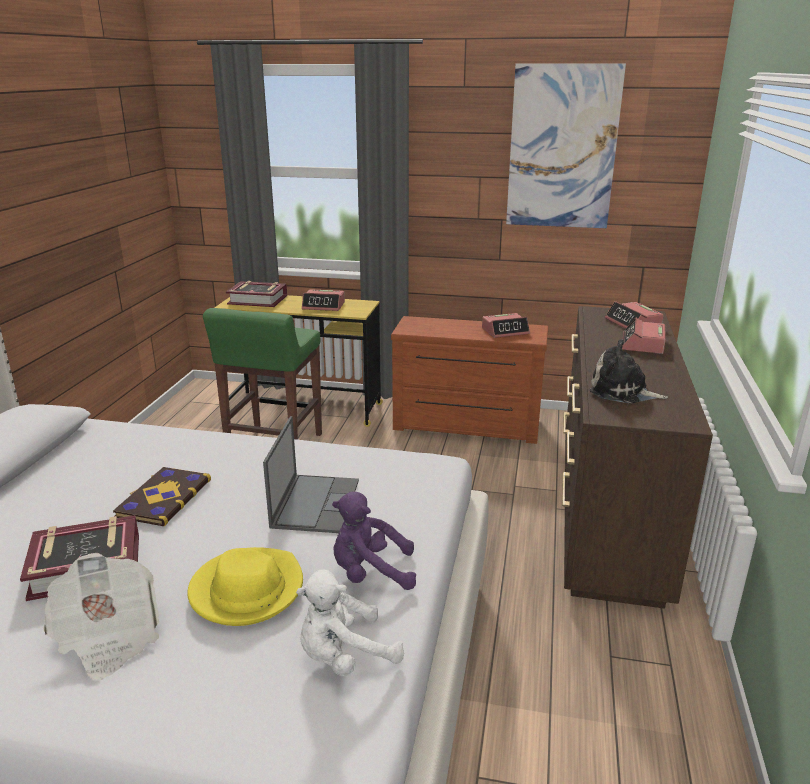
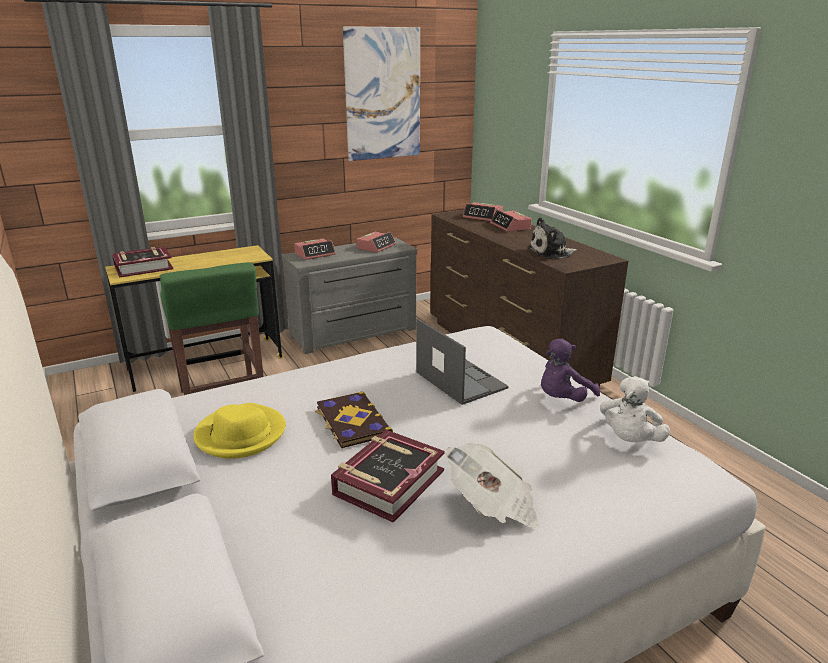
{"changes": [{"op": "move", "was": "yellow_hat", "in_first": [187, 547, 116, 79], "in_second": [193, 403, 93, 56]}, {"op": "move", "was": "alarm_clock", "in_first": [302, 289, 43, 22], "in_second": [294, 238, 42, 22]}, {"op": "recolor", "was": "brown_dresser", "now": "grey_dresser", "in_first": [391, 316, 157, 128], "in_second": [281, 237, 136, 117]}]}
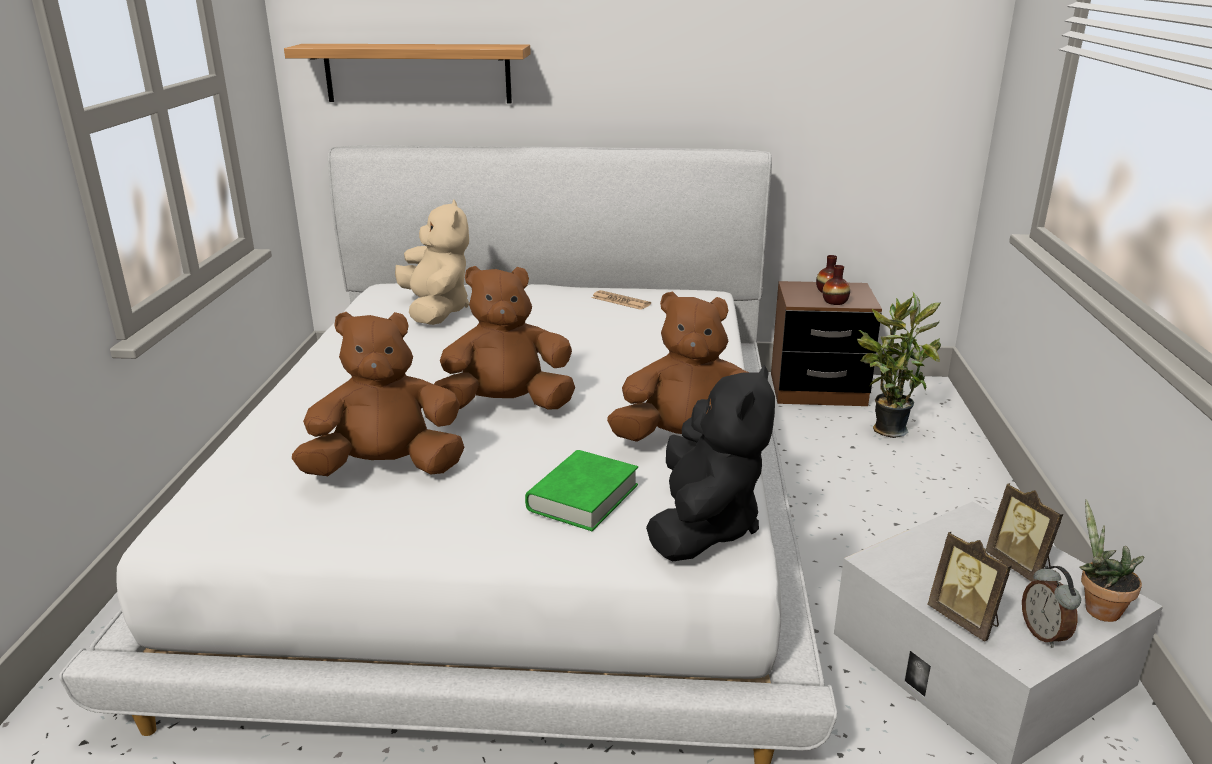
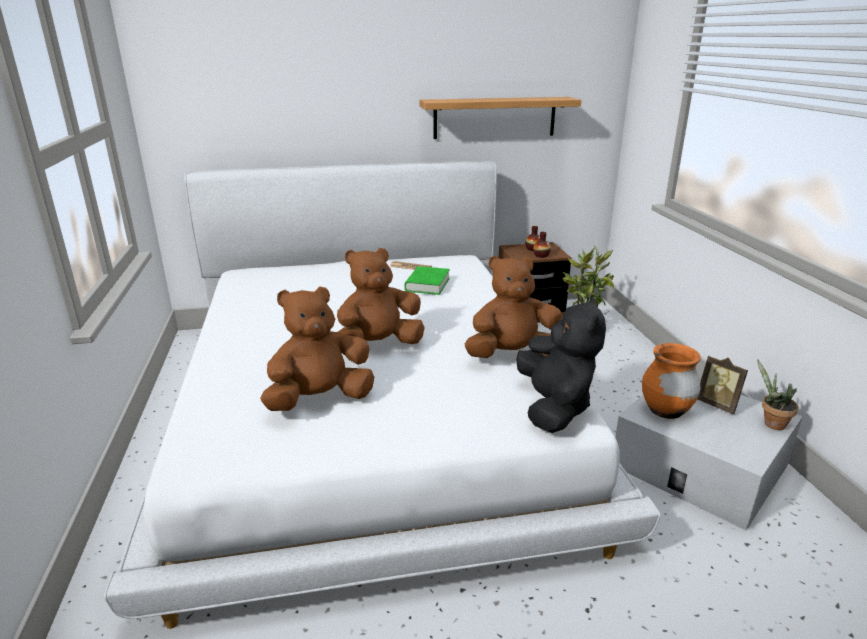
{"changes": [{"op": "move", "was": "shelf", "in_first": [284, 44, 247, 60], "in_second": [419, 97, 162, 42]}, {"op": "delete", "was": "beige_plush_toy", "in_first": [395, 199, 74, 126]}, {"op": "move", "was": "green_book", "in_first": [525, 450, 113, 81], "in_second": [404, 266, 46, 29]}, {"op": "delete", "was": "picture_frame", "in_first": [928, 532, 83, 109]}, {"op": "delete", "was": "alarm_clock", "in_first": [1022, 566, 59, 82]}, {"op": "insert", "now": "orange_vase", "in_second": [642, 343, 59, 76]}]}
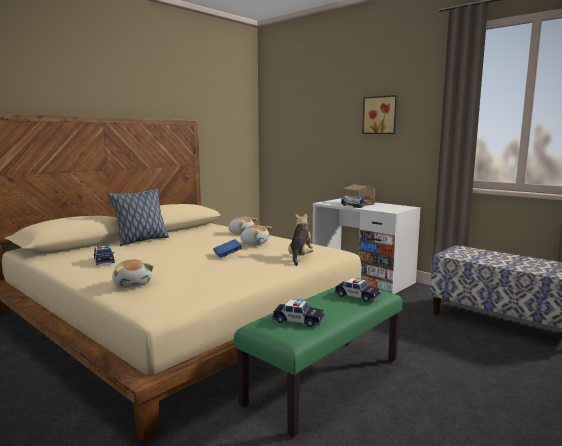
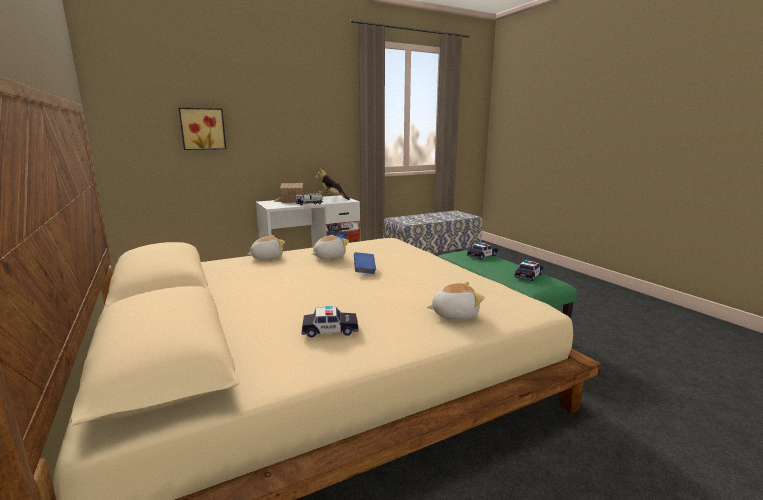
{"changes": [{"op": "delete", "was": "pillow", "in_first": [107, 188, 62, 58]}, {"op": "move", "was": "plush_toy", "in_first": [288, 213, 25, 53], "in_second": [315, 169, 35, 31]}, {"op": "move", "was": "picture", "in_first": [362, 95, 35, 39], "in_second": [179, 108, 47, 42]}]}
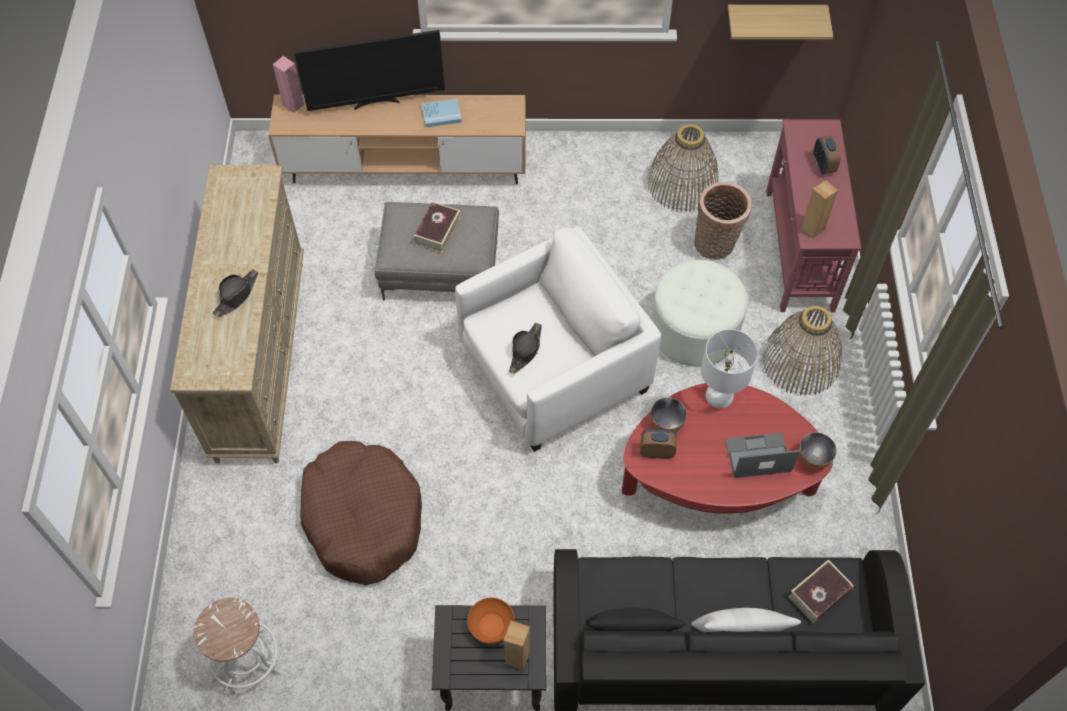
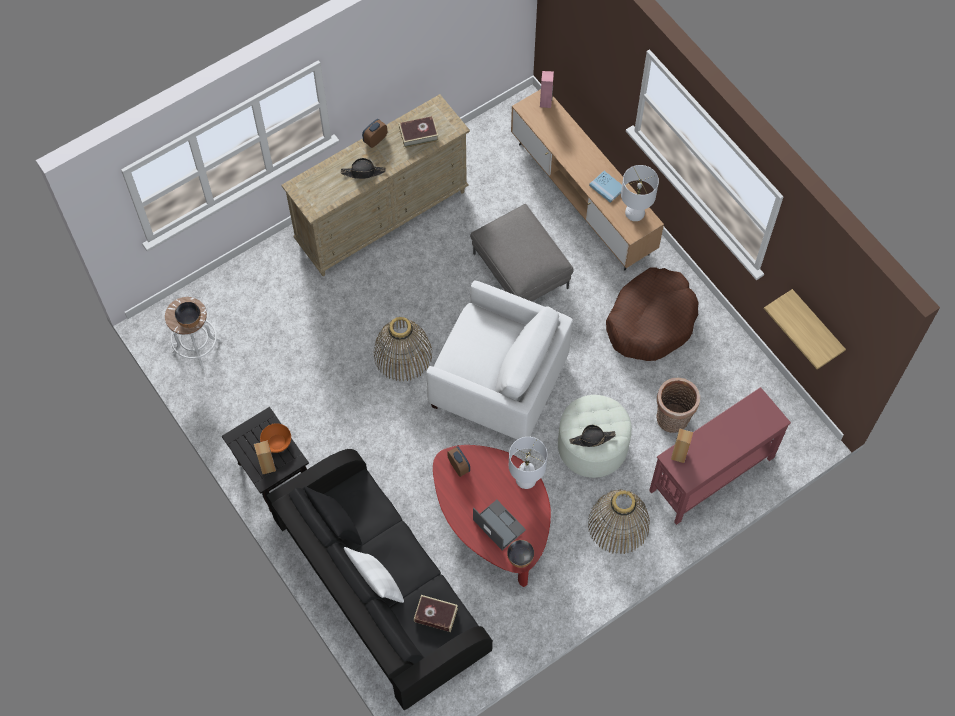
{"changes": [{"op": "delete", "was": "television", "in_first": [294, 30, 151, 81]}, {"op": "move", "was": "brown_dog_bed", "in_first": [300, 441, 122, 145], "in_second": [606, 267, 93, 94]}, {"op": "move", "was": "book", "in_first": [414, 202, 47, 51], "in_second": [399, 116, 39, 32]}, {"op": "move", "was": "black_hat", "in_first": [509, 323, 33, 50], "in_second": [570, 425, 46, 22]}, {"op": "move", "was": "basket", "in_first": [647, 124, 72, 88], "in_second": [373, 317, 59, 64]}, {"op": "move", "was": "bowl", "in_first": [651, 397, 36, 36], "in_second": [175, 302, 26, 26]}, {"op": "move", "was": "alarm_clock", "in_first": [813, 136, 28, 38], "in_second": [362, 119, 25, 29]}, {"op": "insert", "now": "white_table_lamp", "in_second": [621, 165, 38, 56]}]}
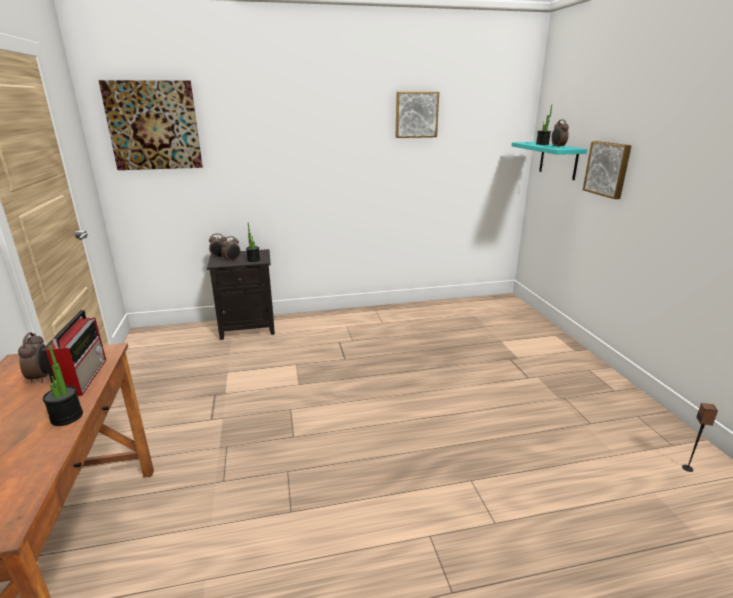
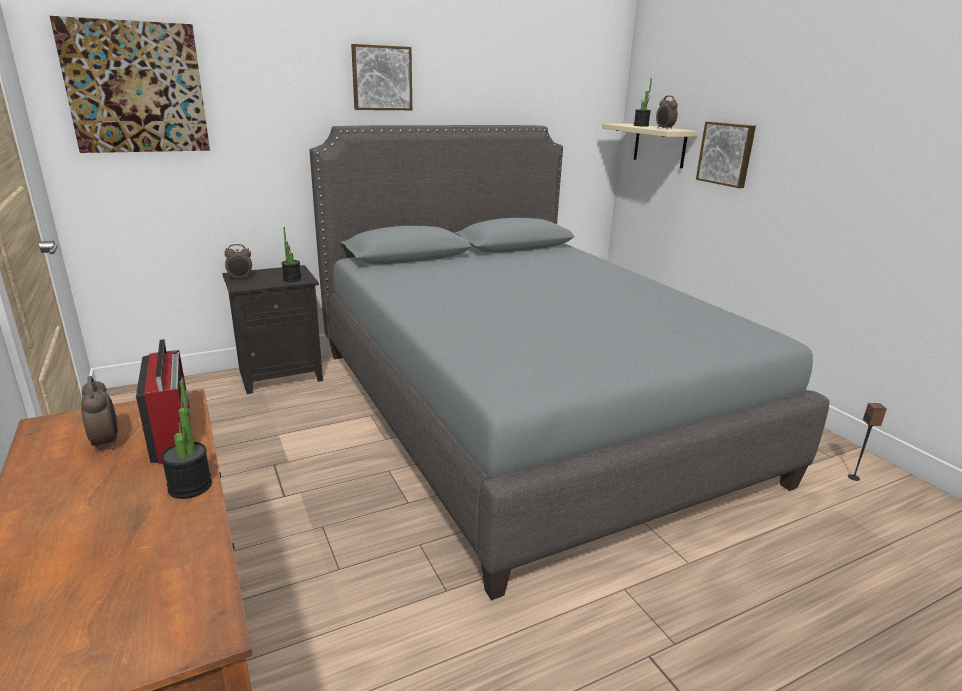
{"changes": [{"op": "delete", "was": "alarm_clock", "in_first": [221, 236, 19, 27]}, {"op": "move", "was": "picture", "in_first": [396, 92, 43, 46], "in_second": [351, 44, 61, 66]}, {"op": "recolor", "was": "turquoise_shelf", "now": "beige_shelf", "in_first": [512, 142, 75, 38], "in_second": [602, 124, 97, 44]}, {"op": "insert", "now": "grey_bed", "in_second": [309, 125, 521, 475]}]}
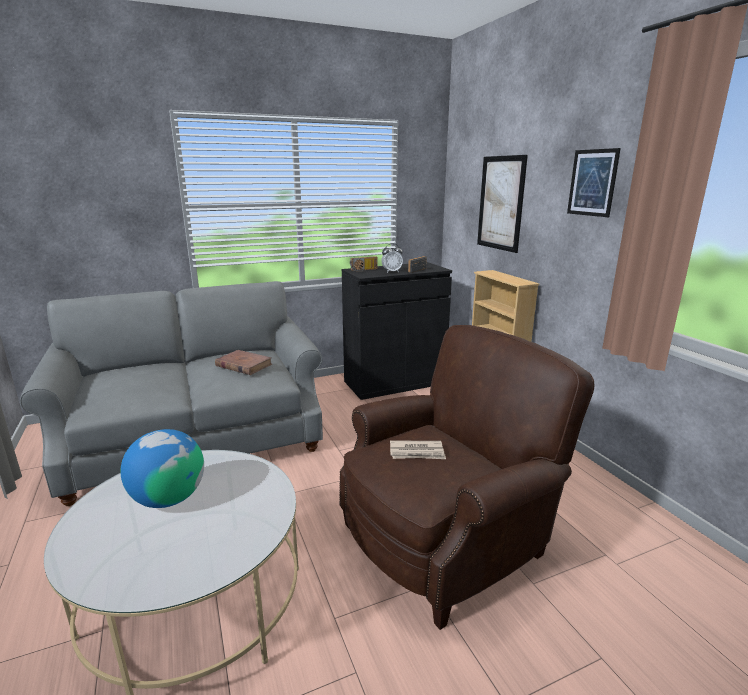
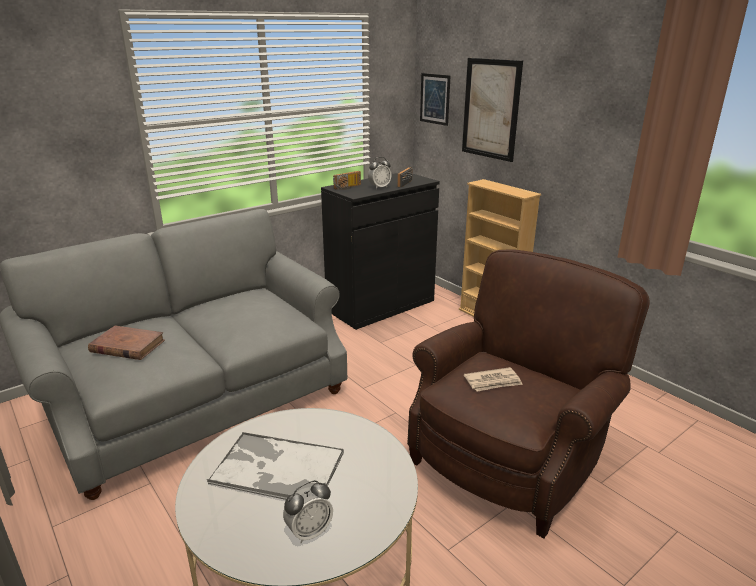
{"changes": [{"op": "replace", "was": "globe", "now": "tray", "in_first": [121, 429, 83, 79], "in_second": [207, 432, 137, 68]}, {"op": "move", "was": "brown_book", "in_first": [215, 350, 57, 25], "in_second": [88, 325, 77, 35]}, {"op": "move", "was": "picture", "in_first": [567, 148, 54, 69], "in_second": [420, 73, 30, 53]}, {"op": "insert", "now": "alarm_clock", "in_second": [283, 480, 50, 64]}]}
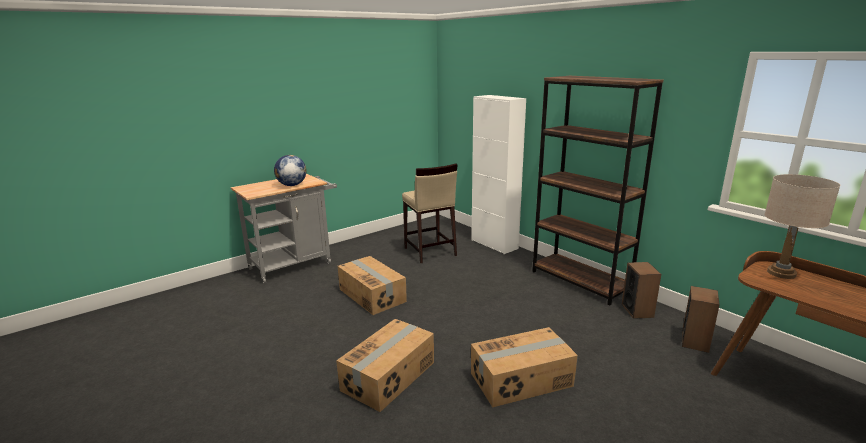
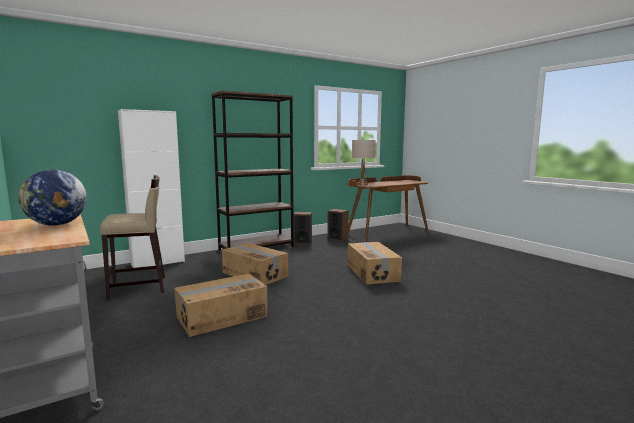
{"changes": [{"op": "move", "was": "cardboard_box", "in_first": [336, 319, 98, 93], "in_second": [222, 243, 66, 42]}]}
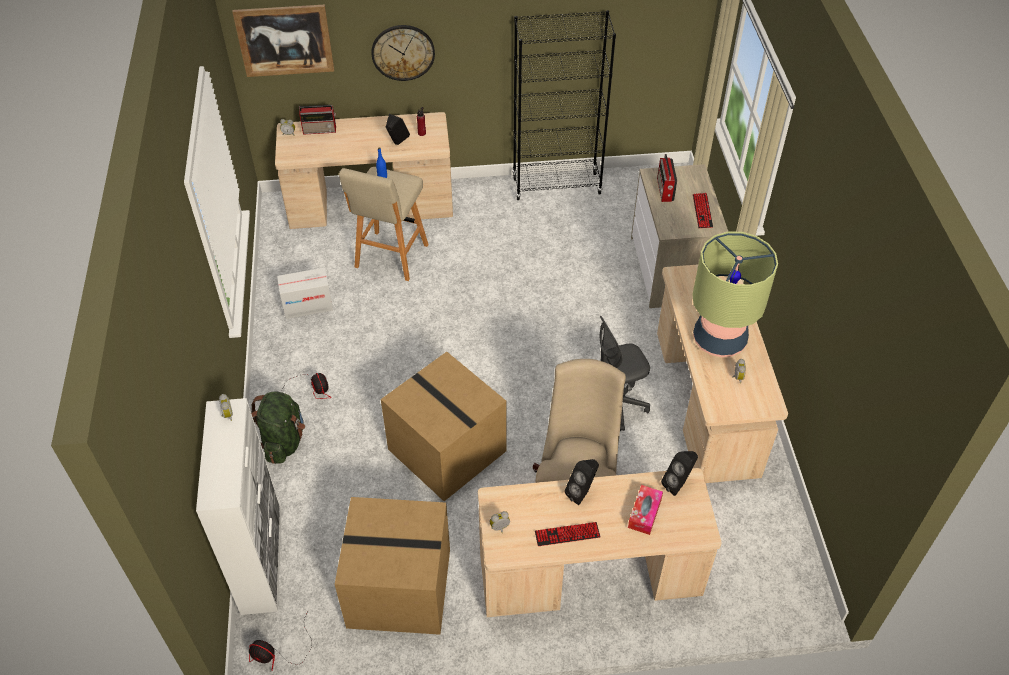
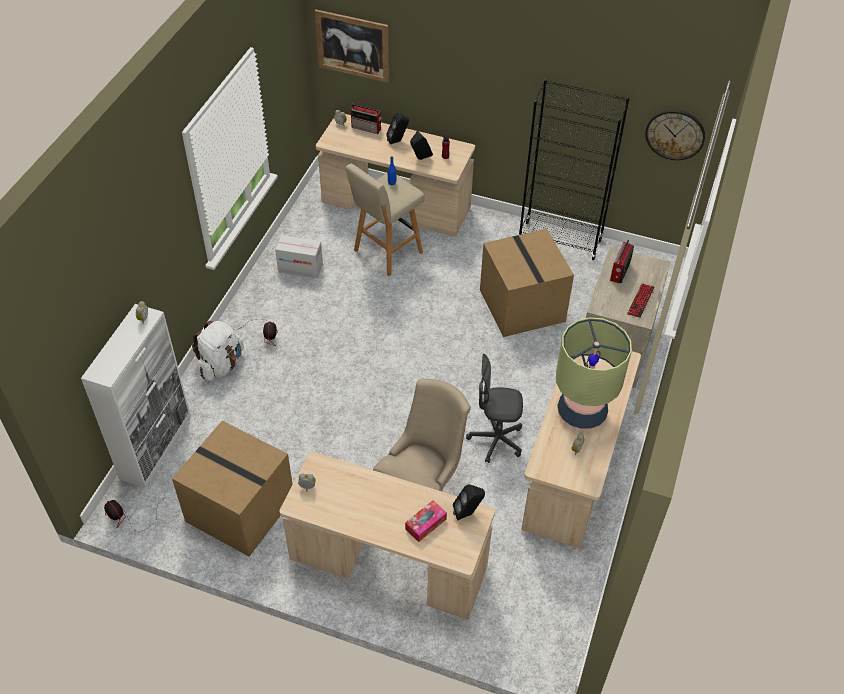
{"changes": [{"op": "recolor", "was": "green_backpack", "now": "white_backpack", "in_first": [251, 391, 54, 73], "in_second": [192, 321, 52, 60]}, {"op": "move", "was": "wall_clock", "in_first": [372, 25, 63, 56], "in_second": [645, 110, 60, 50]}, {"op": "move", "was": "cardboard_box", "in_first": [381, 352, 126, 149], "in_second": [480, 229, 94, 108]}, {"op": "delete", "was": "keyboard", "in_first": [535, 522, 66, 24]}, {"op": "move", "was": "black_speaker", "in_first": [564, 459, 35, 46], "in_second": [386, 113, 23, 31]}]}
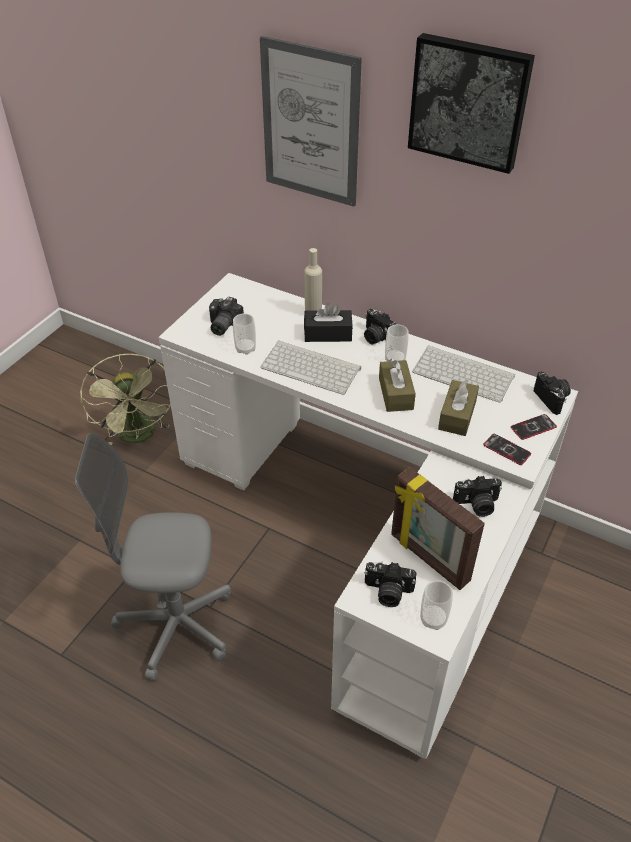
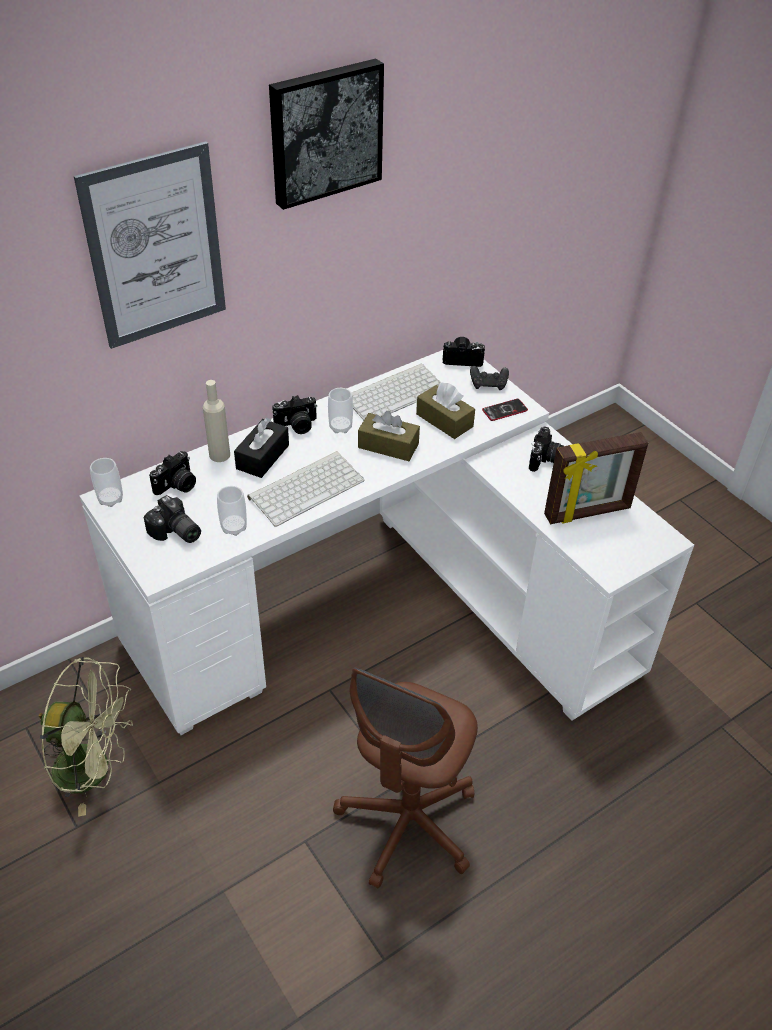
{"changes": [{"op": "recolor", "was": "grey_office_chair", "now": "brown_office_chair", "in_first": [75, 433, 156, 248], "in_second": [333, 668, 145, 221]}, {"op": "move", "was": "photo_camera", "in_first": [364, 561, 53, 46], "in_second": [149, 451, 47, 44]}, {"op": "move", "was": "cup", "in_first": [420, 581, 33, 49], "in_second": [90, 458, 33, 49]}, {"op": "replace", "was": "phone", "now": "black_game_controller", "in_first": [511, 414, 46, 26], "in_second": [470, 366, 39, 24]}]}
